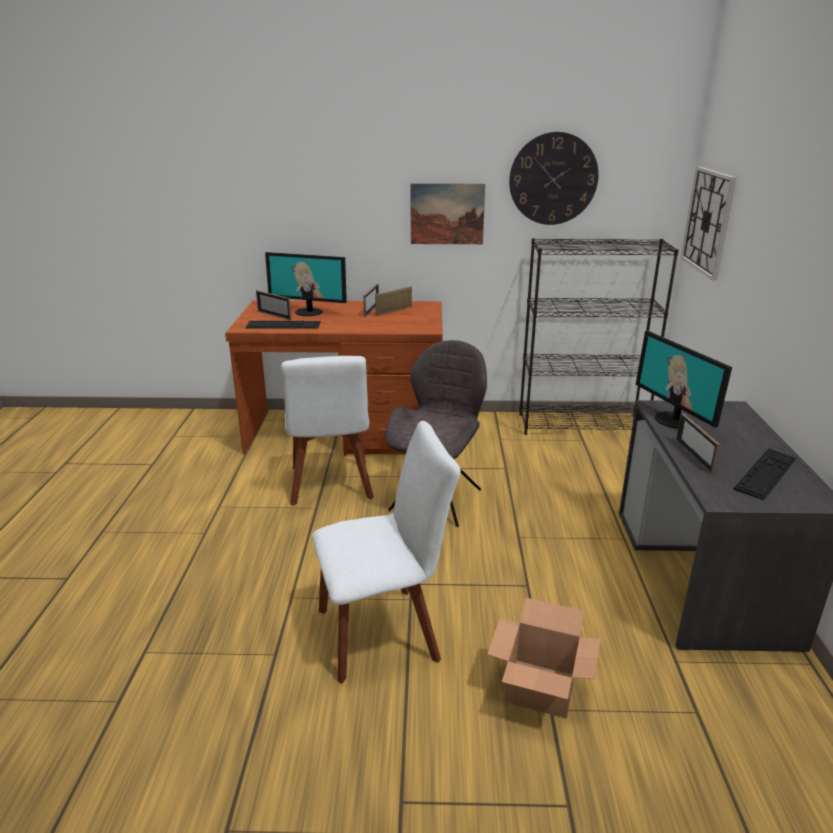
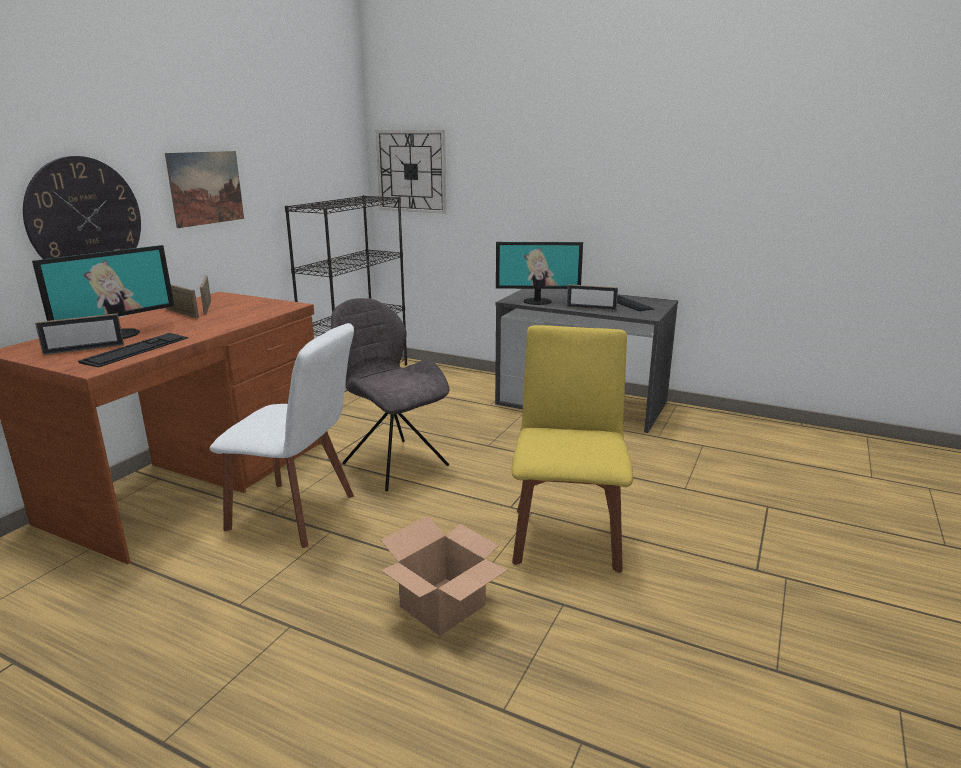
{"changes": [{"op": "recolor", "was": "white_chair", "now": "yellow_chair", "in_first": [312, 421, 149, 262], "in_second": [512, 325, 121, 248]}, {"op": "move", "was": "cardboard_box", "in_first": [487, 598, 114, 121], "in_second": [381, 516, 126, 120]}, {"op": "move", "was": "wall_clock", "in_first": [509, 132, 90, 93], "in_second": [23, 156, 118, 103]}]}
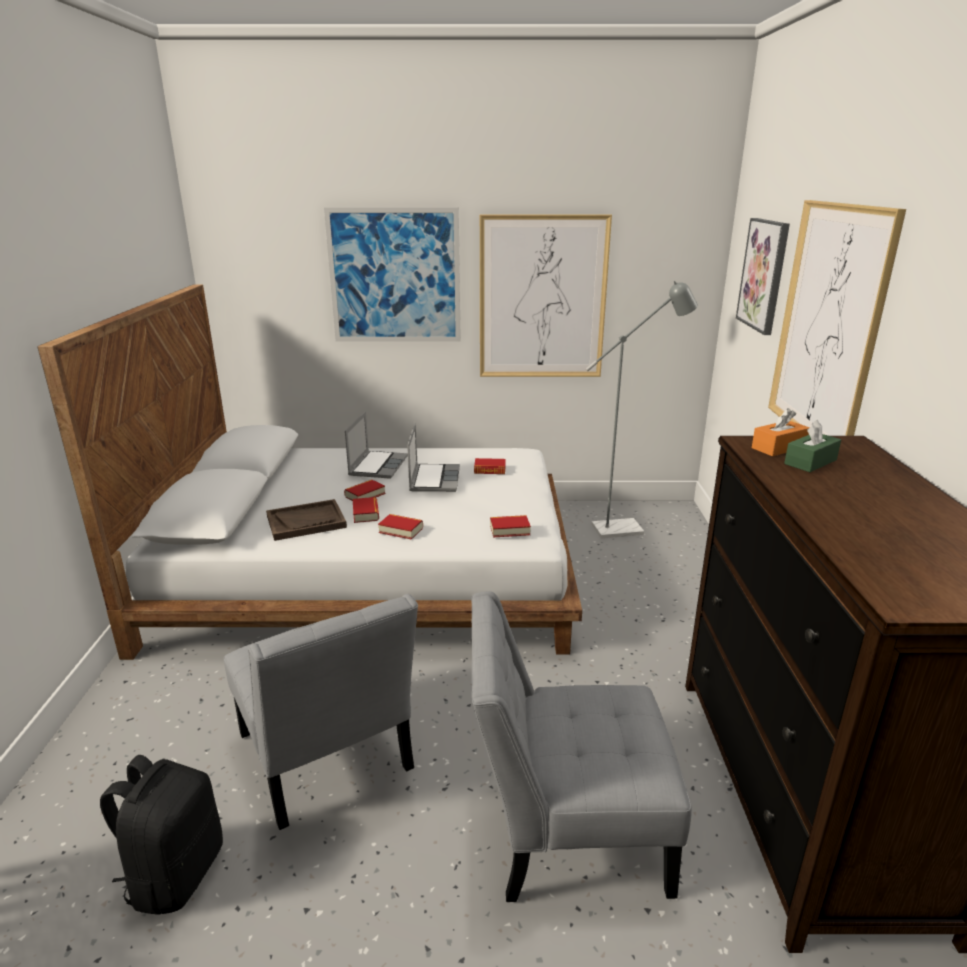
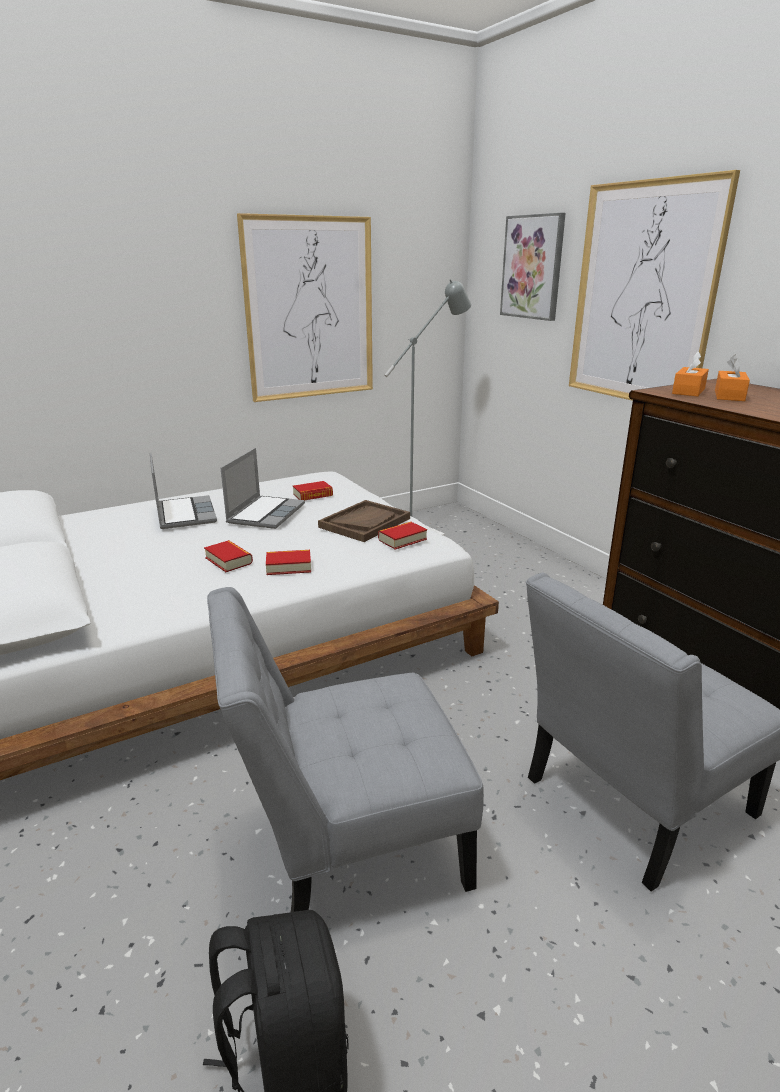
{"changes": [{"op": "rotate", "was": "grey_chair", "in_first": [224, 594, 194, 236], "in_second": [207, 587, 277, 326], "clockwise": 135}, {"op": "move", "was": "brown_tray", "in_first": [266, 499, 81, 42], "in_second": [318, 500, 92, 42]}, {"op": "delete", "was": "picture", "in_first": [324, 207, 137, 135]}, {"op": "delete", "was": "book", "in_first": [344, 480, 42, 21]}, {"op": "rotate", "was": "laptop", "in_first": [407, 423, 53, 69], "in_second": [221, 448, 84, 81], "clockwise": 45}, {"op": "recolor", "was": "green_tissue_box", "now": "orange_tissue_box", "in_first": [784, 419, 57, 53], "in_second": [715, 354, 35, 47]}]}
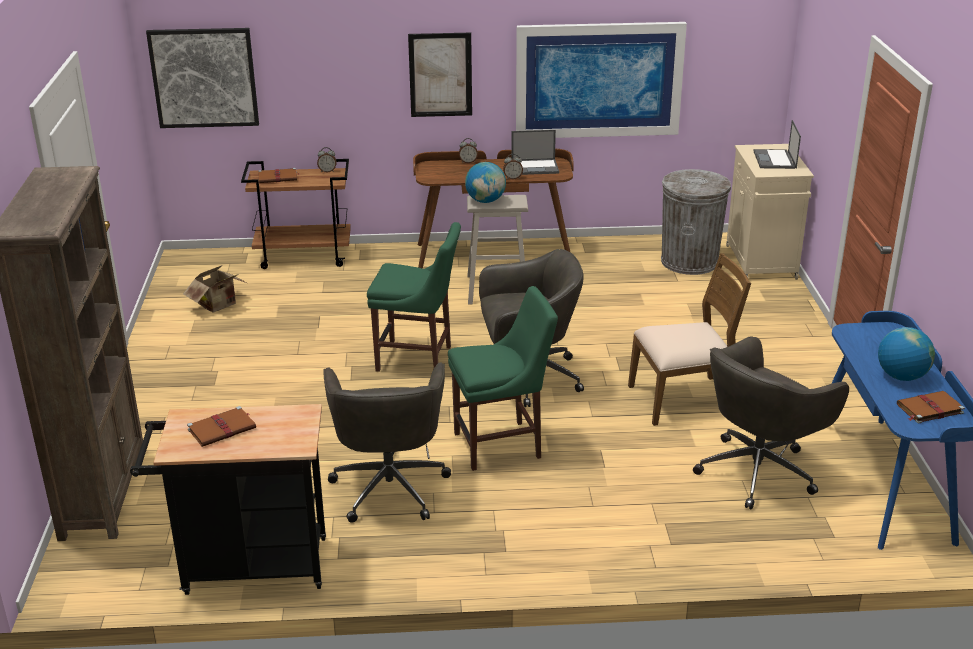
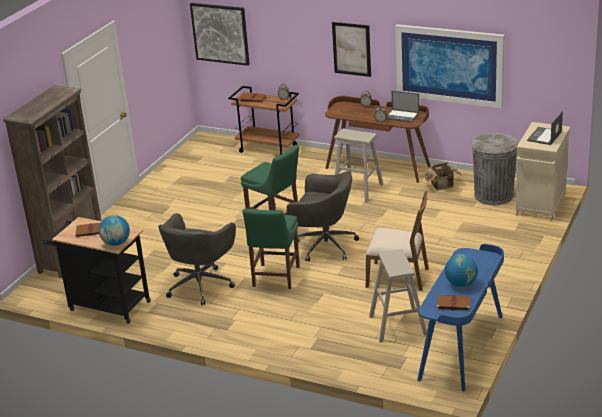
{"changes": [{"op": "move", "was": "cardboard_box", "in_first": [183, 265, 64, 48], "in_second": [422, 162, 41, 28]}, {"op": "rotate", "was": "green_chair", "in_first": [448, 286, 110, 185], "in_second": [243, 208, 57, 81], "clockwise": 90}, {"op": "move", "was": "globe", "in_first": [465, 162, 41, 41], "in_second": [99, 215, 31, 31]}, {"op": "replace", "was": "grey_office_chair", "now": "beige_stool", "in_first": [693, 336, 156, 173], "in_second": [369, 249, 58, 94]}]}
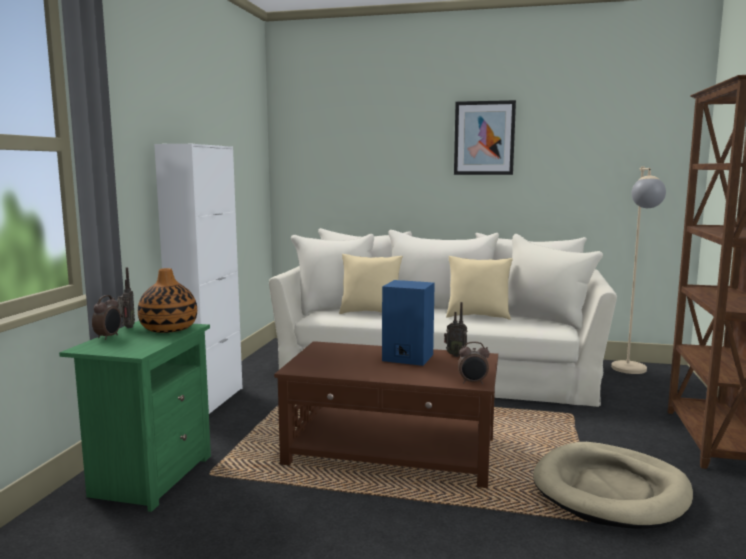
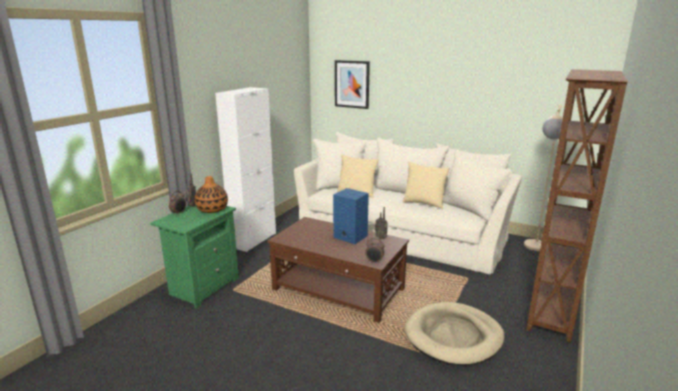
{"changes": [{"op": "move", "was": "picture", "in_first": [454, 100, 62, 75], "in_second": [335, 60, 35, 49]}]}
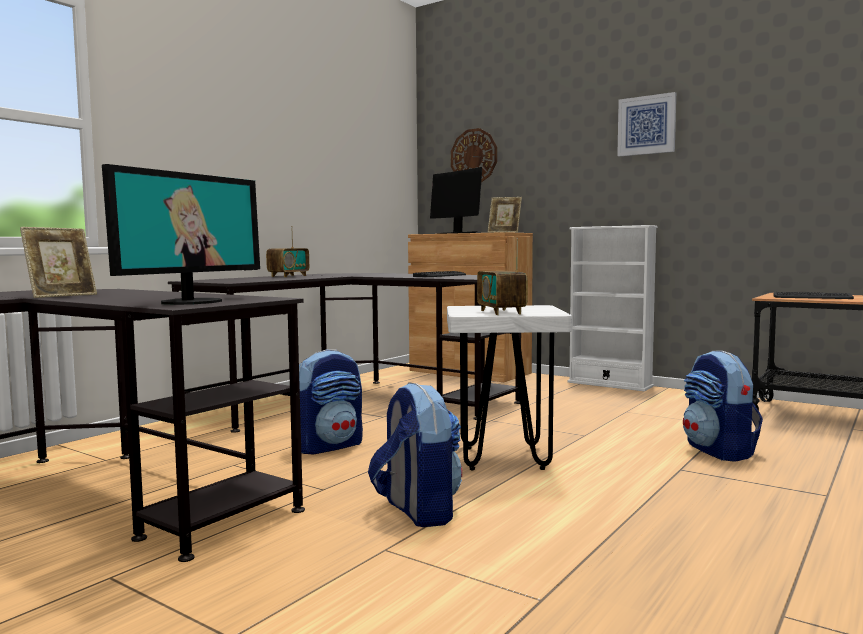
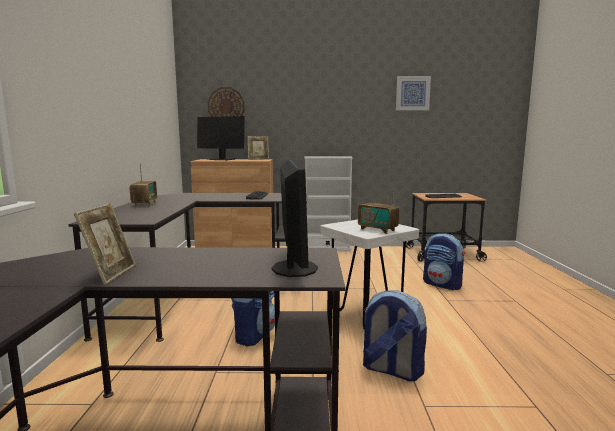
{"changes": [{"op": "move", "was": "picture", "in_first": [617, 92, 59, 64], "in_second": [396, 76, 35, 35]}]}
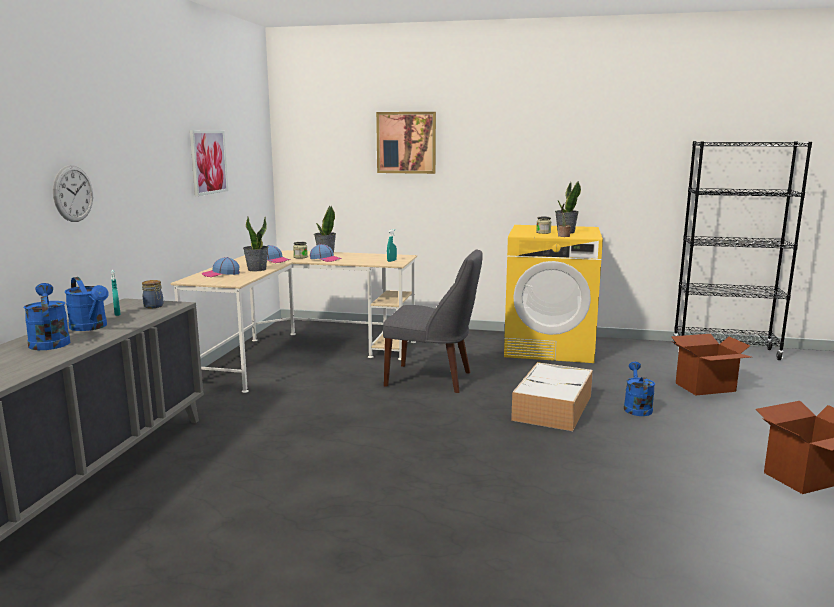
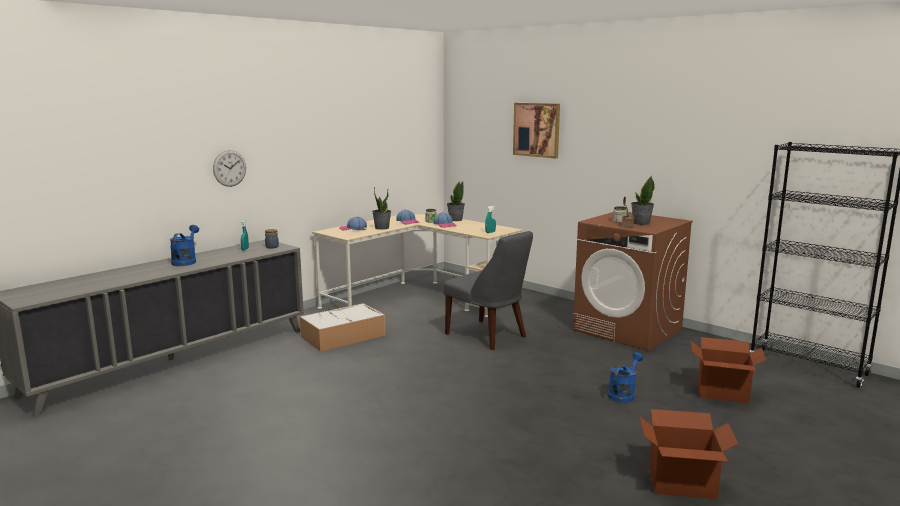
{"changes": [{"op": "delete", "was": "blue_watering_can", "in_first": [64, 277, 44, 54]}, {"op": "delete", "was": "picture", "in_first": [190, 130, 38, 66]}, {"op": "recolor", "was": "yellow_washing_machine", "now": "brown_washing_machine", "in_first": [504, 225, 99, 138], "in_second": [573, 212, 120, 139]}, {"op": "move", "was": "storage_box", "in_first": [511, 362, 82, 69], "in_second": [300, 303, 86, 49]}]}
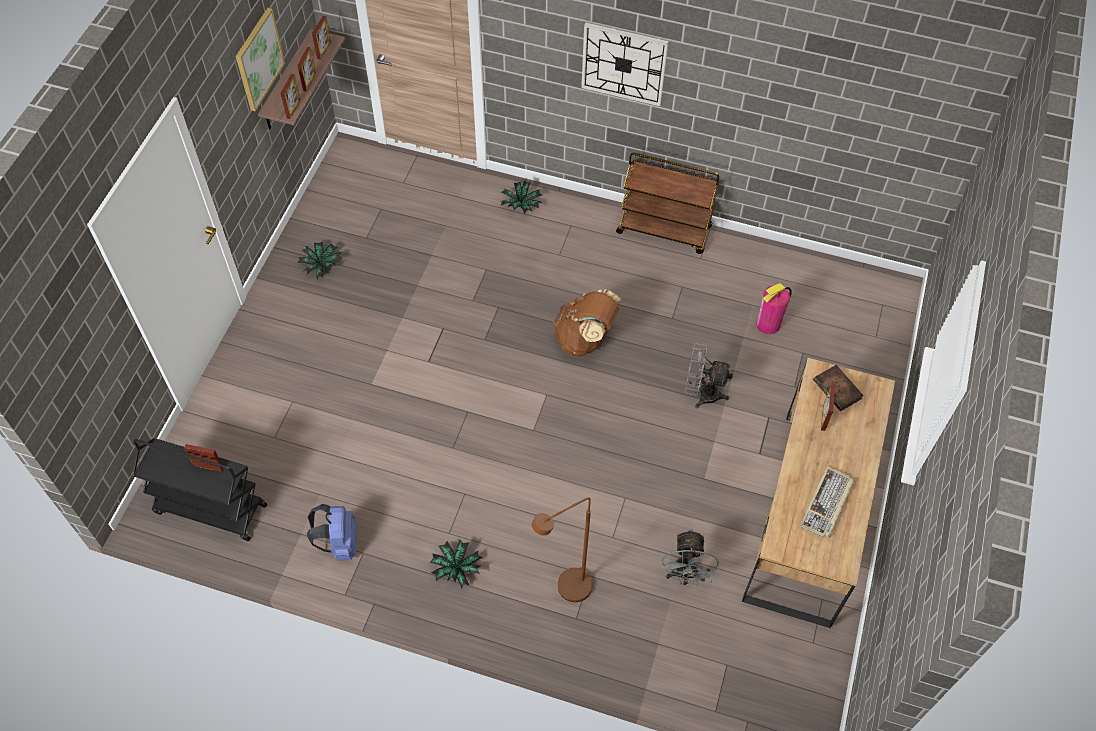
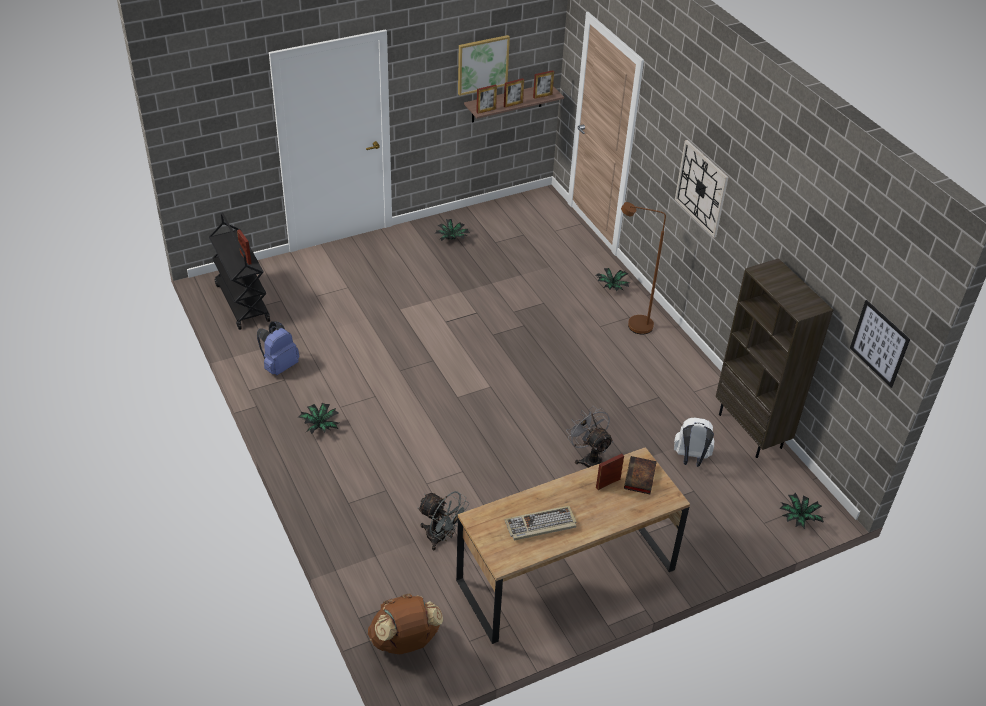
{"changes": [{"op": "move", "was": "brown_floor_lamp", "in_first": [532, 497, 60, 105], "in_second": [621, 202, 45, 133]}, {"op": "move", "was": "brown_backpack", "in_first": [553, 289, 69, 68], "in_second": [368, 593, 75, 61]}, {"op": "delete", "was": "brown_cart", "in_first": [616, 153, 104, 101]}, {"op": "rotate", "was": "grey_fan", "in_first": [662, 529, 57, 56], "in_second": [417, 491, 52, 59], "clockwise": -105}, {"op": "replace", "was": "fire_extinguisher", "now": "white_backpack", "in_first": [756, 283, 36, 51], "in_second": [674, 418, 40, 49]}, {"op": "insert", "now": "brown_bookcase", "in_second": [715, 258, 118, 200]}, {"op": "insert", "now": "potted_plant", "in_second": [780, 493, 45, 36]}, {"op": "insert", "now": "picture", "in_second": [850, 300, 60, 88]}]}
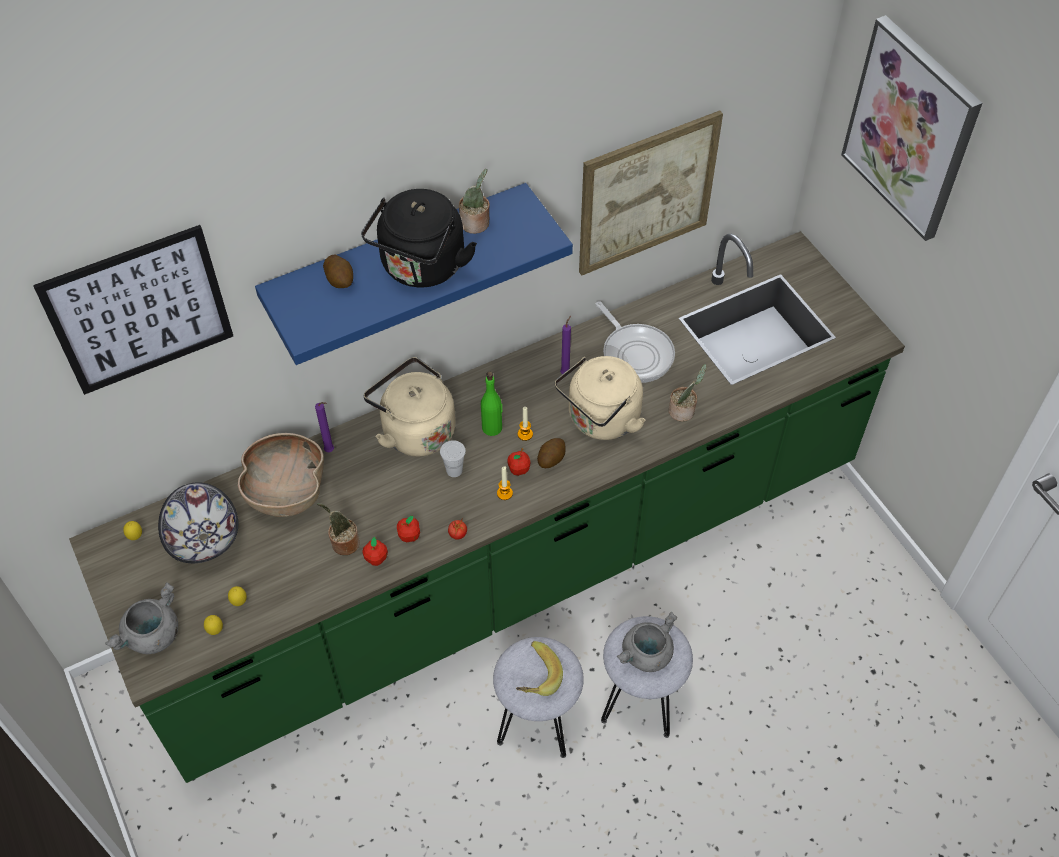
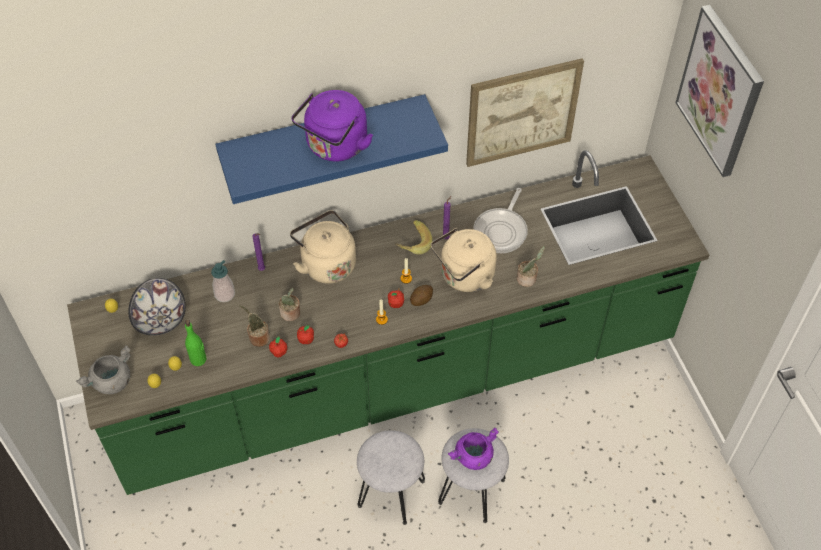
{"changes": [{"op": "delete", "was": "picture", "in_first": [33, 225, 200, 170]}, {"op": "replace", "was": "brown_bowl", "now": "soap_dispenser", "in_first": [238, 433, 86, 84], "in_second": [211, 260, 24, 42]}, {"op": "delete", "was": "potato", "in_first": [323, 254, 30, 34]}, {"op": "recolor", "was": "black_kettle", "now": "purple_kettle", "in_first": [361, 189, 116, 98], "in_second": [291, 90, 82, 72]}, {"op": "delete", "was": "white_cup", "in_first": [440, 440, 26, 37]}, {"op": "move", "was": "potted_plant", "in_first": [459, 169, 31, 65], "in_second": [279, 288, 21, 33]}, {"op": "move", "was": "green_bottle", "in_first": [481, 372, 22, 64], "in_second": [185, 320, 21, 46]}, {"op": "move", "was": "banana", "in_first": [517, 641, 46, 55], "in_second": [395, 220, 37, 35]}, {"op": "rotate", "was": "frying_pan", "in_first": [596, 301, 79, 82], "in_second": [473, 188, 55, 65], "clockwise": 45}, {"op": "recolor", "was": "grey_cooking_pot", "now": "purple_cooking_pot", "in_first": [617, 612, 60, 60], "in_second": [448, 427, 51, 43]}]}
